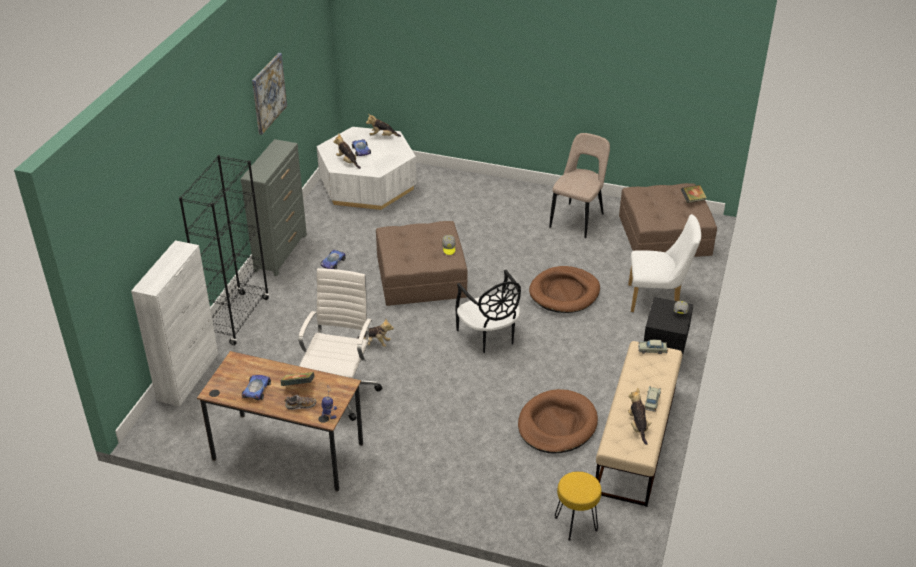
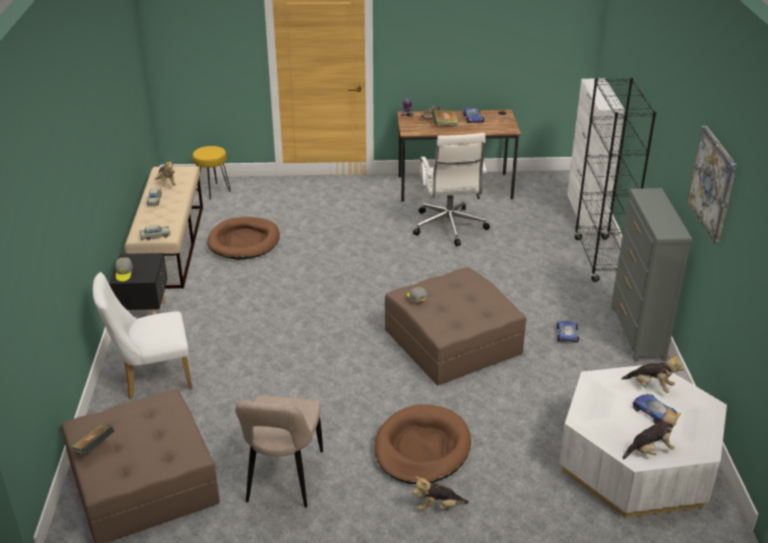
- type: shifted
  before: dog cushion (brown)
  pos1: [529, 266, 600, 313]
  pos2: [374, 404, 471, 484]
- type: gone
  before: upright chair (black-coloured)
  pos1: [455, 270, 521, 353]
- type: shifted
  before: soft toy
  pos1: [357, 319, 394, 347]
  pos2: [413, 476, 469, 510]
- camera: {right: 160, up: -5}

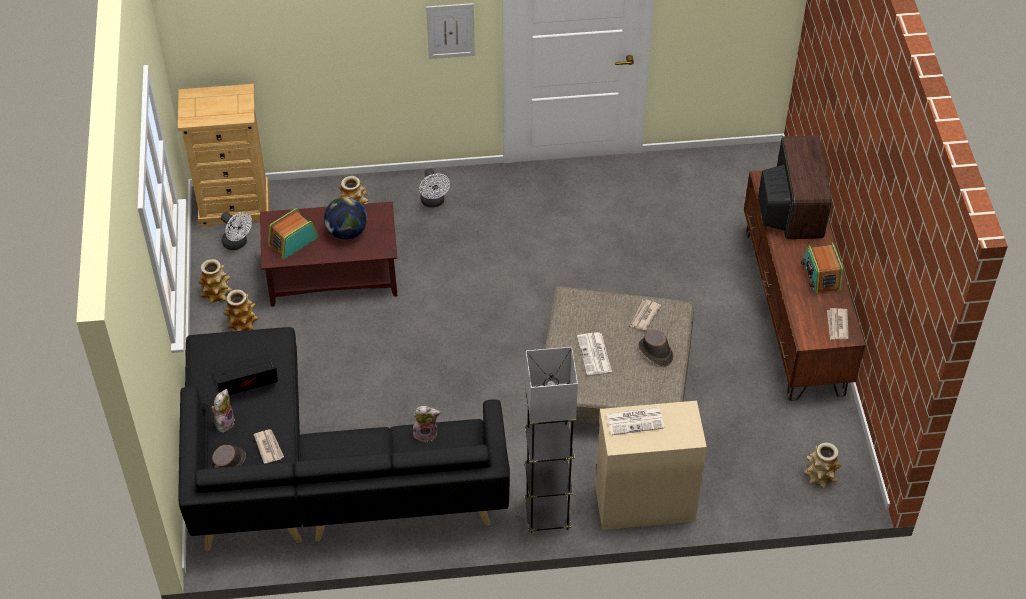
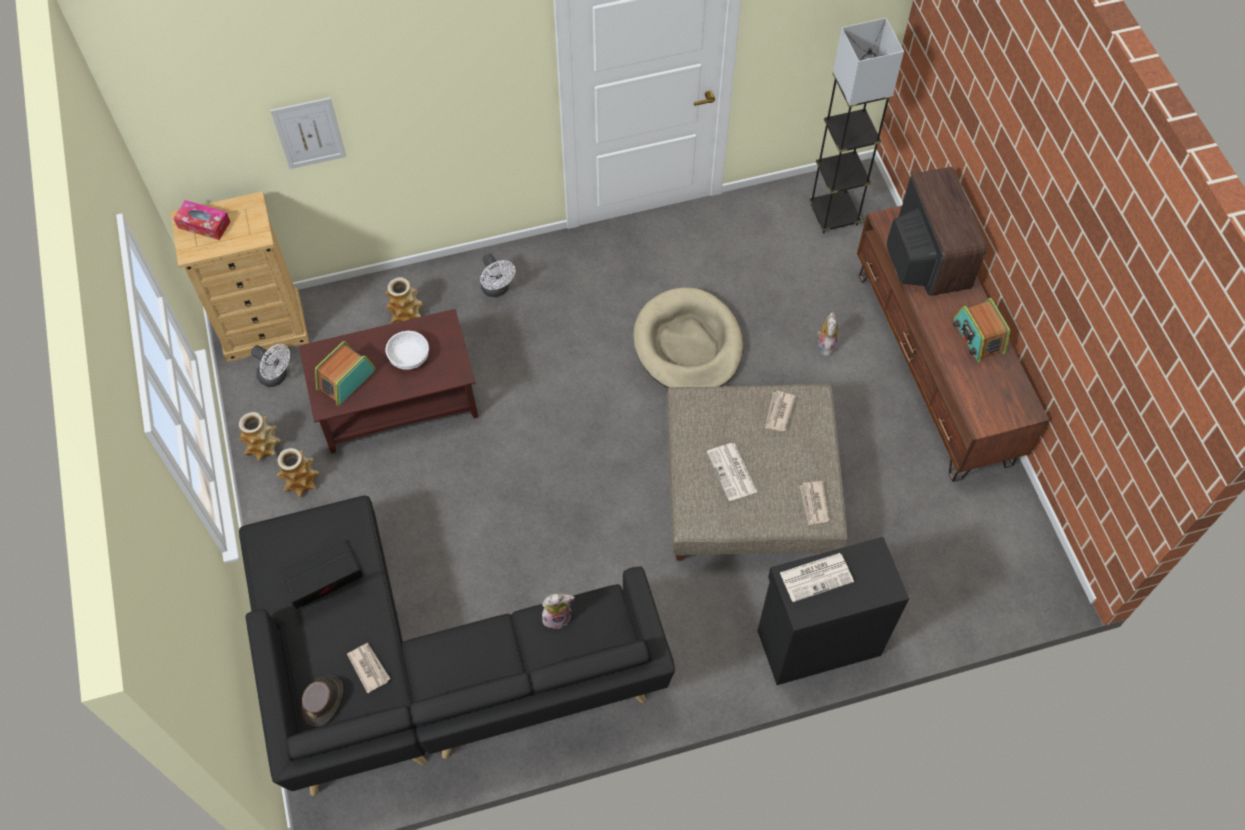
- type: shifted
  before: wall art
  pos1: [426, 3, 475, 59]
  pos2: [270, 97, 347, 169]
- type: swapped
  before: globe
  after: bowl (white-coloured)
  pos1: [324, 196, 367, 240]
  pos2: [385, 331, 429, 369]
- type: shifted
  before: newspaper
  pos1: [827, 308, 849, 340]
  pos2: [800, 481, 830, 525]
- type: gone
  before: hat (brown)
  pos1: [638, 330, 673, 366]
- type: shifted
  before: floor lamp (grey)
  pos1: [524, 347, 578, 533]
  pos2: [809, 18, 904, 233]
- type: shifted
  before: soft toy
  pos1: [211, 389, 235, 433]
  pos2: [817, 312, 838, 357]
- type: repainted
  before: cabinet (sand-coloured)
  after: cabinet (black-coloured)
  pos1: [595, 401, 707, 530]
  pos2: [758, 537, 909, 685]
- type: gone
  before: flower vase
  pos1: [804, 443, 841, 488]
- type: new
  after: box of tissues
  pos2: [173, 200, 230, 240]
- type: new
  after: dog cushion (sand-coloured)
  pos2: [633, 287, 743, 388]
- camera: {right: -10, up: 10}

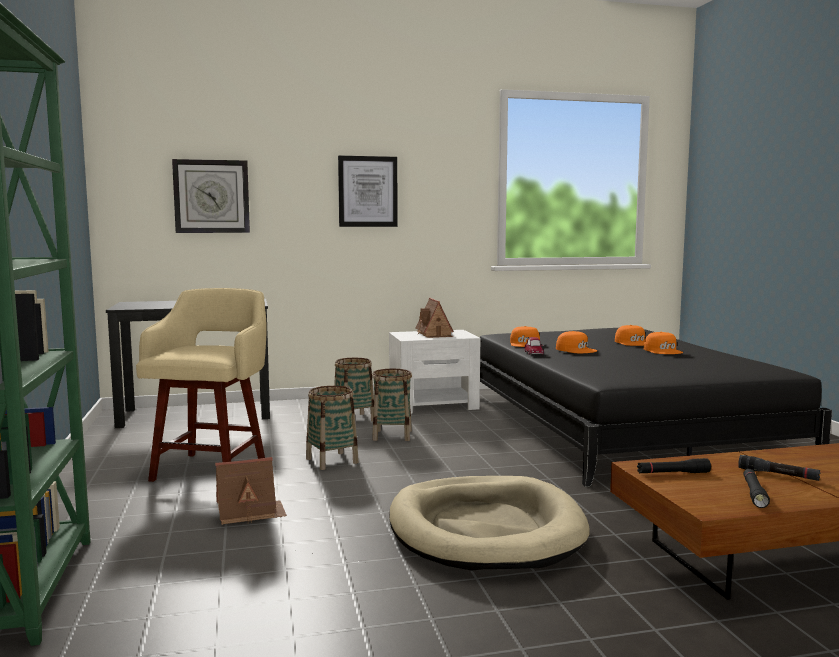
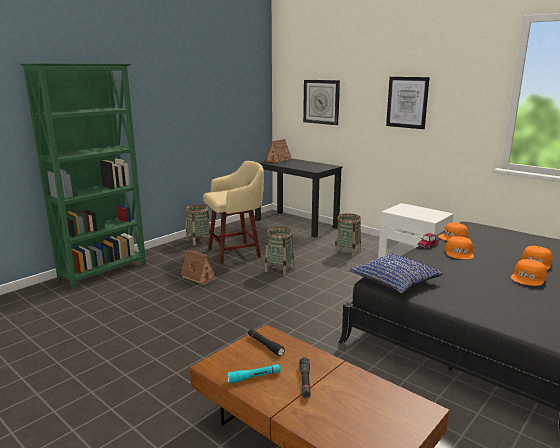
- type: shifted
  before: toy house
  pos1: [415, 298, 454, 338]
  pos2: [265, 139, 291, 163]
- type: shifted
  before: storage basket
  pos1: [372, 369, 412, 441]
  pos2: [186, 204, 210, 246]
- type: repainted
  before: flashlight (black-coloured)
  after: flashlight (turquoise-coloured)
  pos1: [743, 469, 770, 508]
  pos2: [227, 364, 281, 383]
- type: gone
  before: dog cushion (sand-coloured)
  pos1: [389, 476, 590, 571]
- type: new
  after: throw pillow (blue-coloured)
  pos2: [349, 254, 443, 294]
- camera: {right: 55, up: 10}

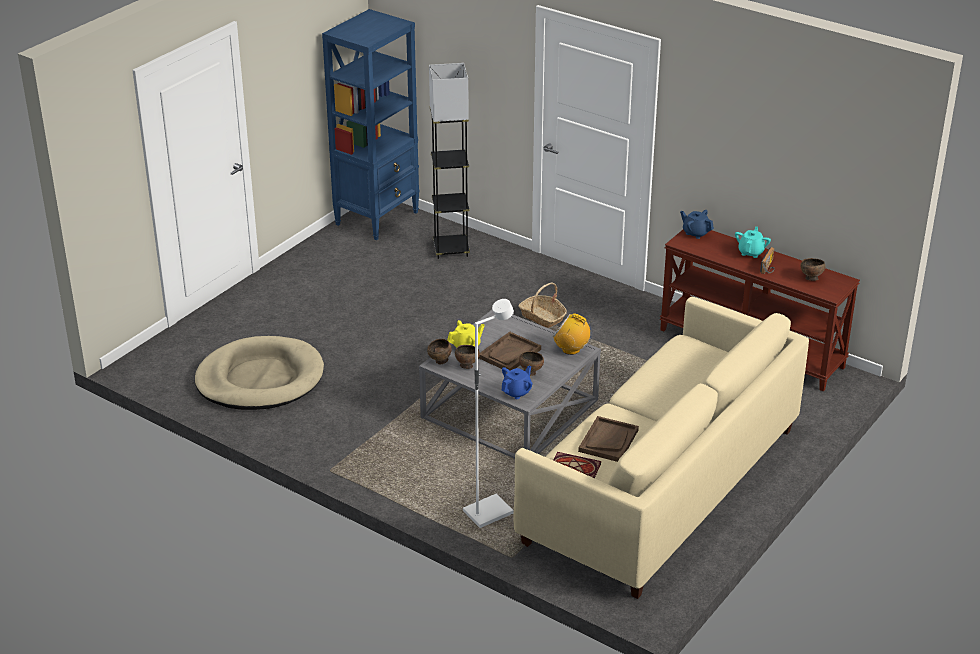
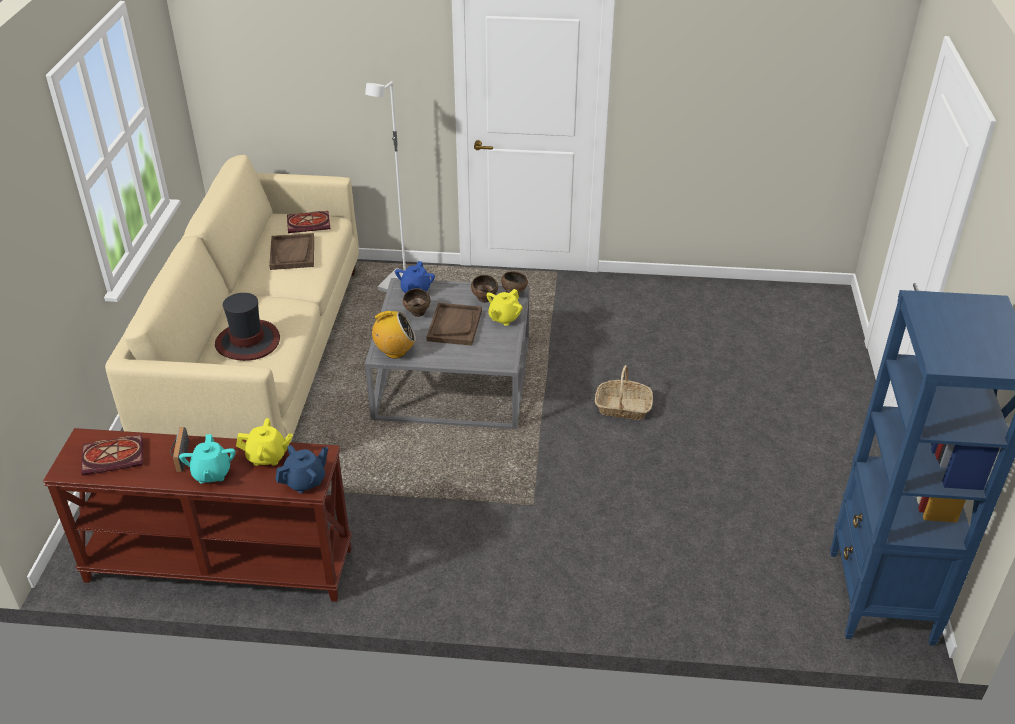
- type: gone
  before: floor lamp (grey)
  pos1: [429, 63, 470, 259]
- type: rotated
  before: pot for tea (blue-coloured)
  pos1: [680, 210, 714, 239]
  pos2: [275, 445, 328, 493]
  turn: -45
- type: swapped
  before: bowl (brown)
  after: volume
  pos1: [801, 258, 825, 281]
  pos2: [81, 434, 143, 476]
- type: shifted
  before: storage basket
  pos1: [518, 282, 567, 328]
  pos2: [595, 365, 653, 420]
- type: gone
  before: dog cushion (sand-coloured)
  pos1: [195, 336, 324, 410]
- type: new
  after: hat
  pos2: [215, 293, 280, 361]
- type: new
  after: pot for tea (yellow)
  pos2: [236, 418, 293, 466]
- camera: {right: 150, up: 5}

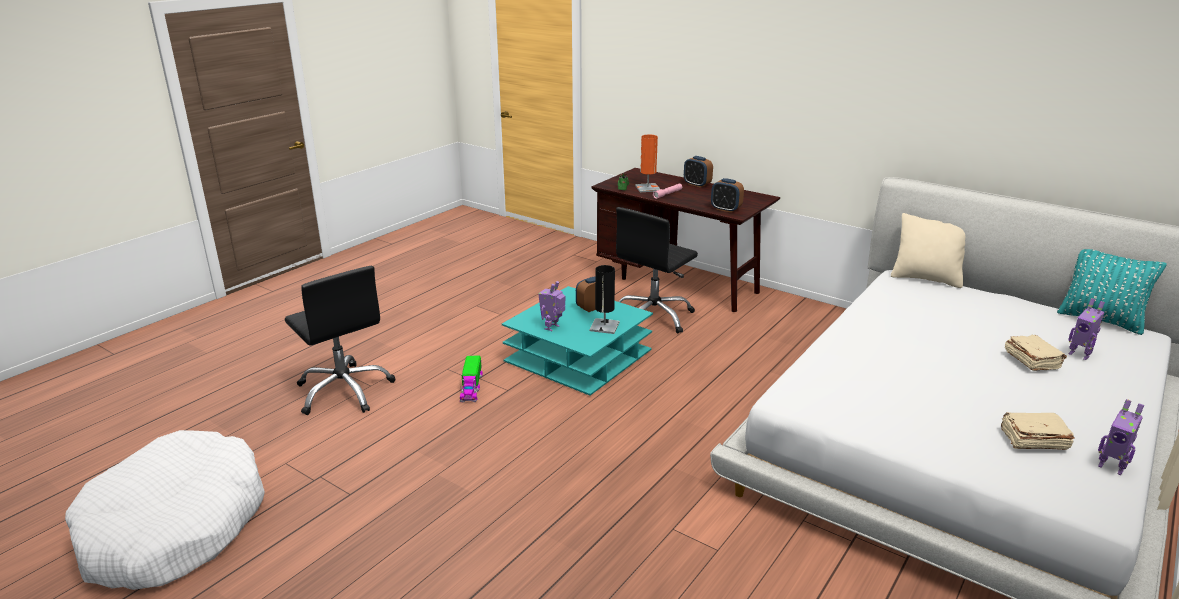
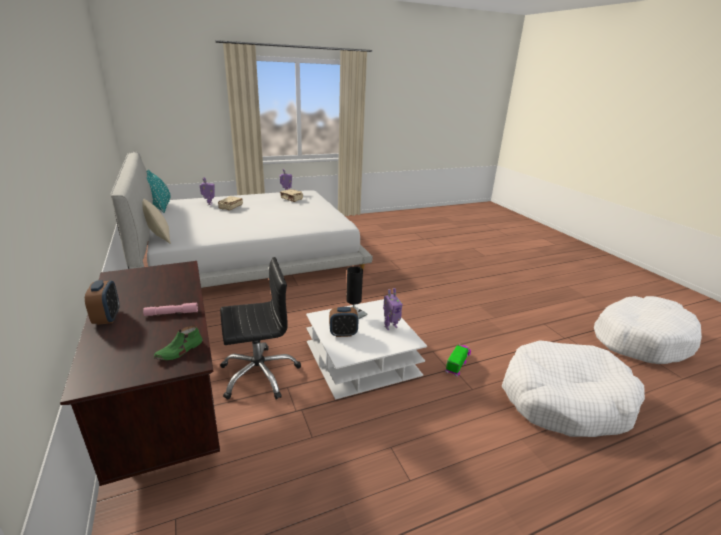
- type: gone
  before: tabletop lamp (orange)
  pos1: [635, 135, 660, 192]
- type: gone
  before: alarm clock
  pos1: [711, 178, 744, 213]
- type: swapped
  before: office chair (black-coloured)
  after: dog cushion (white-coloured)
  pos1: [285, 266, 395, 415]
  pos2: [501, 340, 645, 437]
- type: repainted
  before: coffee table (turquoise-coloured)
  after: coffee table (white-coloured)
  pos1: [502, 286, 653, 396]
  pos2: [306, 299, 427, 400]
- camera: {right: -150, up: 0}

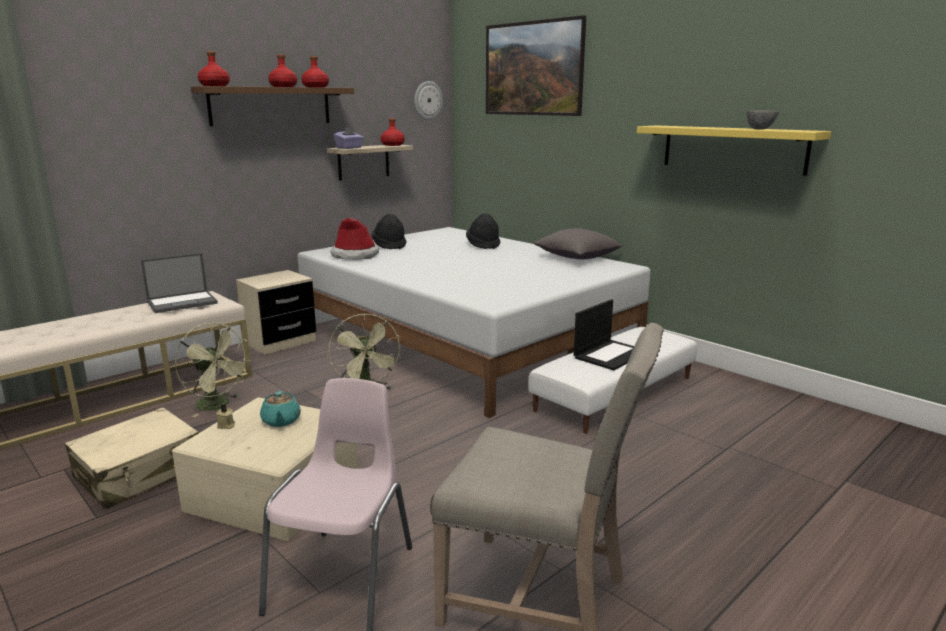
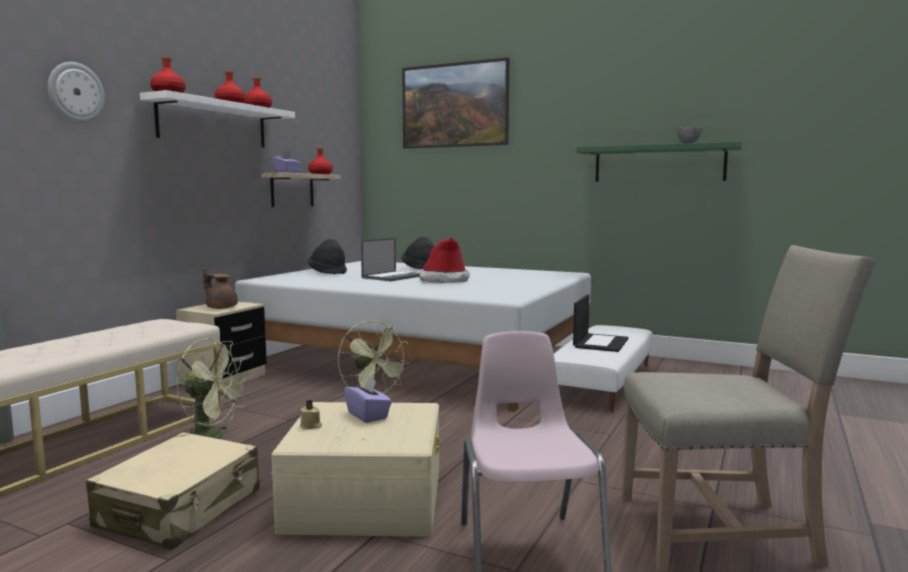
- type: shifted
  before: hanging clock
  pos1: [414, 81, 443, 120]
  pos2: [48, 62, 105, 123]
- type: repainted
  before: shelf (brown)
  after: shelf (white-coloured)
  pos1: [191, 86, 354, 126]
  pos2: [140, 90, 295, 147]
- type: repainted
  before: shelf (yellow)
  after: shelf (greenish)
  pos1: [637, 125, 831, 176]
  pos2: [577, 141, 743, 182]
- type: shifted
  before: hat
  pos1: [330, 218, 379, 260]
  pos2: [419, 237, 470, 283]
- type: gone
  before: throw pillow (grey)
  pos1: [534, 228, 623, 259]
- type: shifted
  before: laptop
  pos1: [141, 253, 218, 313]
  pos2: [361, 238, 419, 281]
- type: swapped
  before: pot for tea (turquoise-coloured)
  after: box of tissues (purple)
  pos1: [260, 391, 301, 427]
  pos2: [344, 376, 392, 423]
- type: new
  after: pot for tea (brown)
  pos2: [203, 267, 238, 309]
- camera: {right: -20, up: -10}

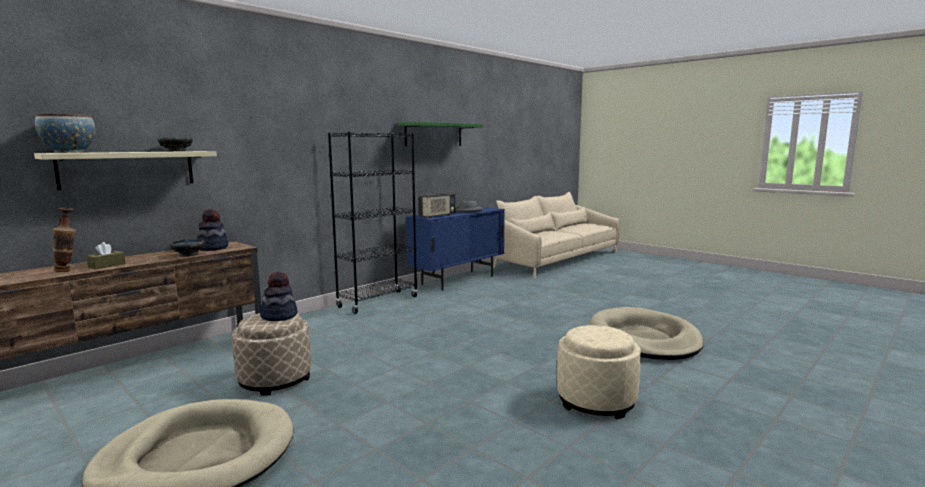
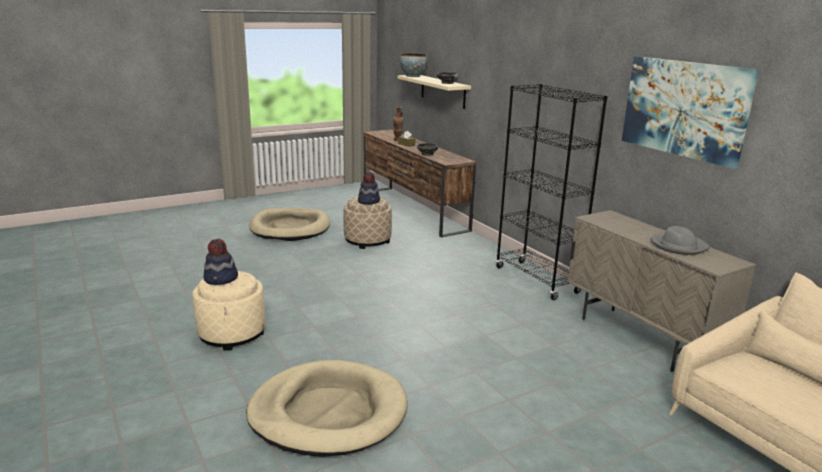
- type: swapped
  before: shelf (greenish)
  after: wall art
  pos1: [398, 122, 483, 146]
  pos2: [622, 56, 759, 169]
- type: gone
  before: radio receiver
  pos1: [419, 193, 455, 218]
- type: repainted
  before: cabinet (blue-coloured)
  after: cabinet (sand-coloured)
  pos1: [406, 207, 505, 291]
  pos2: [567, 210, 756, 372]
- type: shifted
  before: hat
  pos1: [197, 209, 228, 251]
  pos2: [204, 238, 238, 285]
- camera: {right: 105, up: 10}

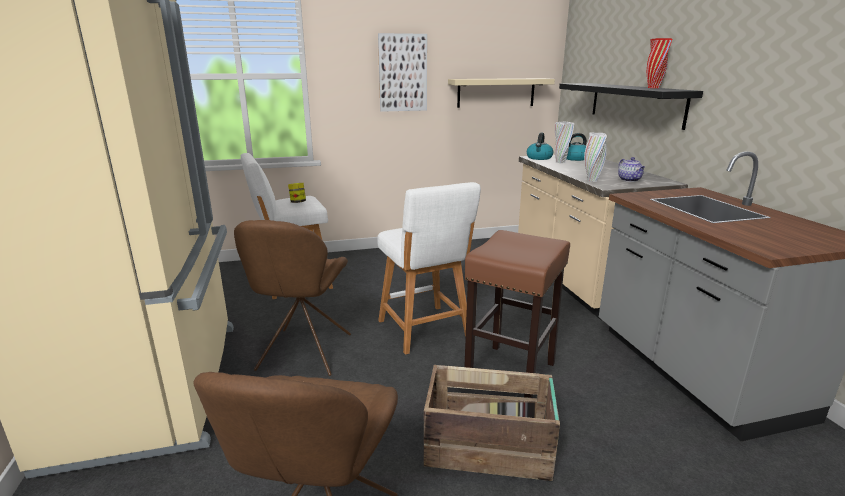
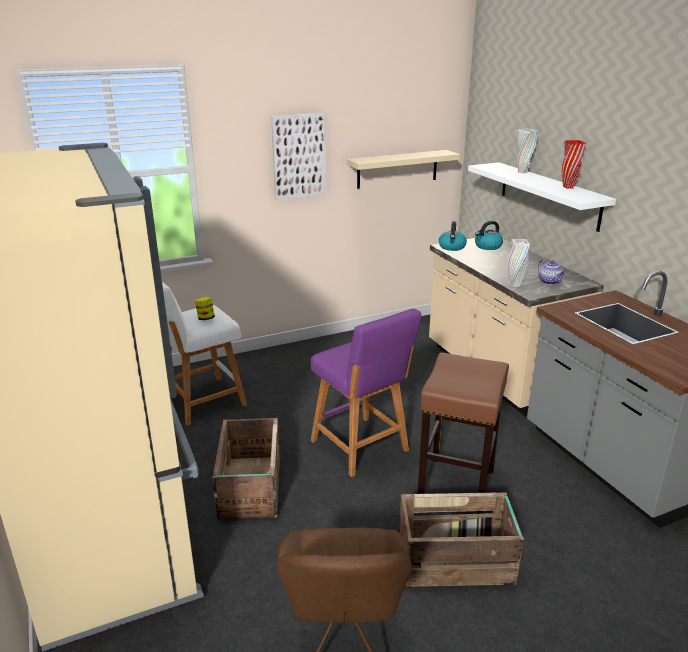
- type: repainted
  before: shelf (black-coloured)
  after: shelf (white-coloured)
  pos1: [559, 83, 703, 130]
  pos2: [468, 162, 616, 232]
- type: shifted
  before: flower vase (white-coloured)
  pos1: [555, 121, 574, 163]
  pos2: [517, 129, 538, 174]
- type: repainted
  before: sitting stool (white-coloured)
  after: sitting stool (purple)
  pos1: [378, 182, 481, 355]
  pos2: [311, 309, 421, 477]
- type: swapped
  before: upright chair (brown)
  after: packing crate
  pos1: [234, 220, 351, 376]
  pos2: [213, 418, 280, 520]
- camera: {right: -10, up: 5}

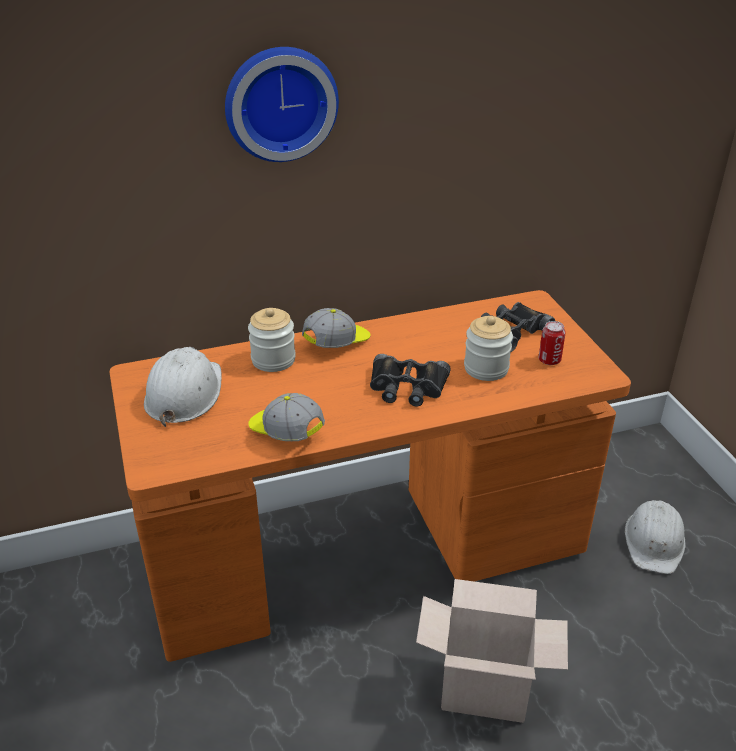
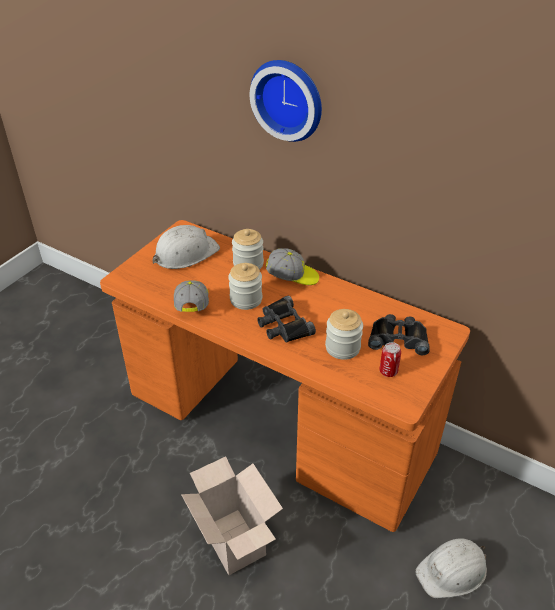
- type: new
  after: storage jar
  pos2: [228, 263, 262, 310]
- camera: {right: 50, up: 5}

